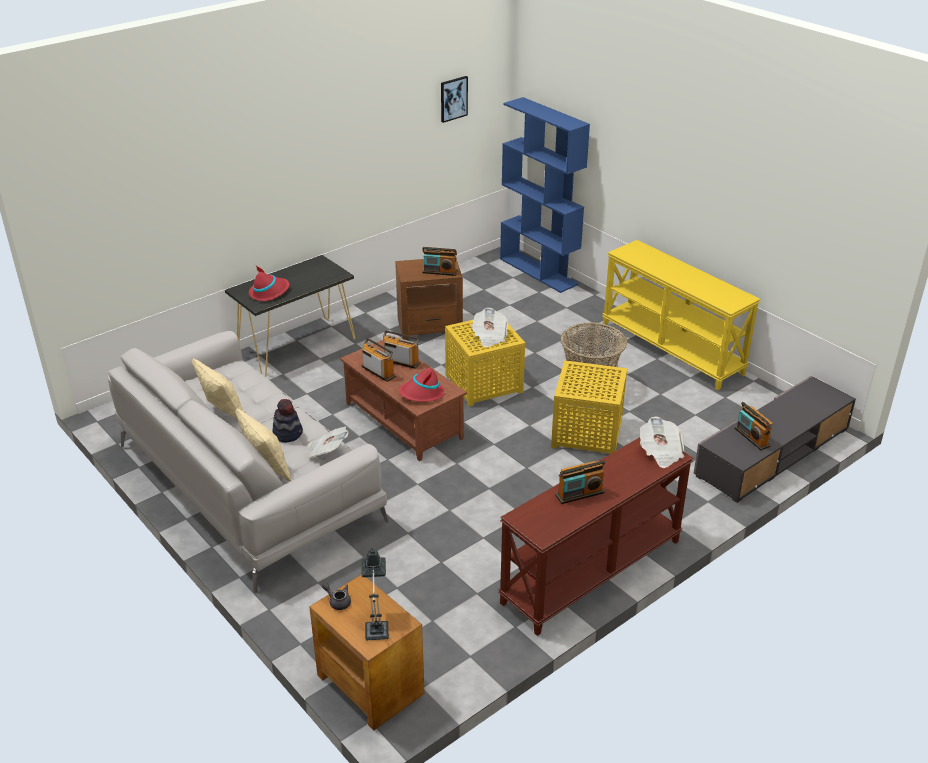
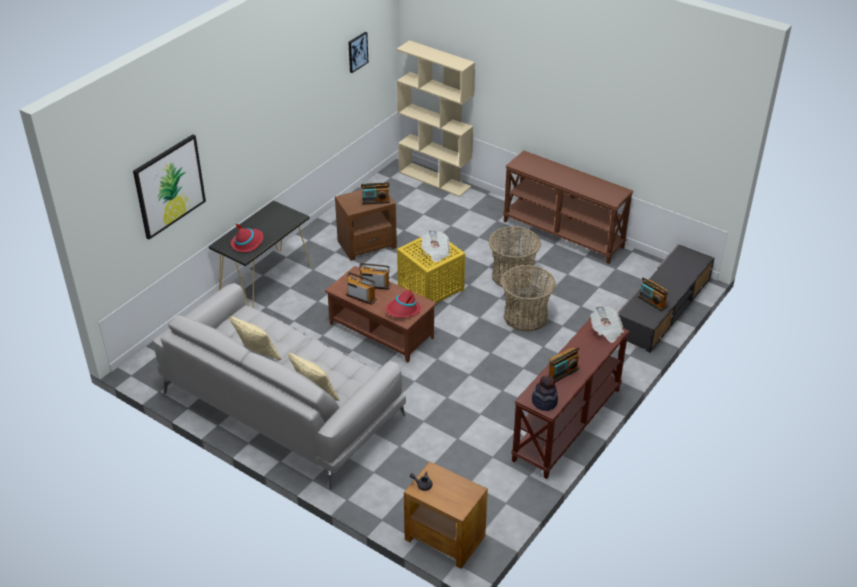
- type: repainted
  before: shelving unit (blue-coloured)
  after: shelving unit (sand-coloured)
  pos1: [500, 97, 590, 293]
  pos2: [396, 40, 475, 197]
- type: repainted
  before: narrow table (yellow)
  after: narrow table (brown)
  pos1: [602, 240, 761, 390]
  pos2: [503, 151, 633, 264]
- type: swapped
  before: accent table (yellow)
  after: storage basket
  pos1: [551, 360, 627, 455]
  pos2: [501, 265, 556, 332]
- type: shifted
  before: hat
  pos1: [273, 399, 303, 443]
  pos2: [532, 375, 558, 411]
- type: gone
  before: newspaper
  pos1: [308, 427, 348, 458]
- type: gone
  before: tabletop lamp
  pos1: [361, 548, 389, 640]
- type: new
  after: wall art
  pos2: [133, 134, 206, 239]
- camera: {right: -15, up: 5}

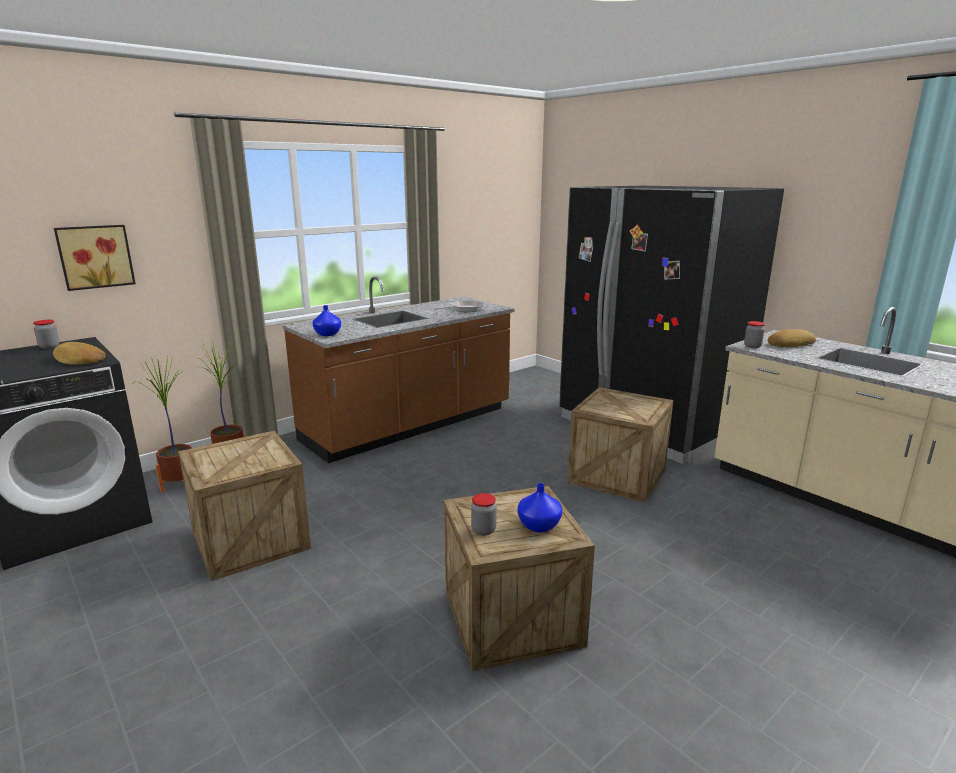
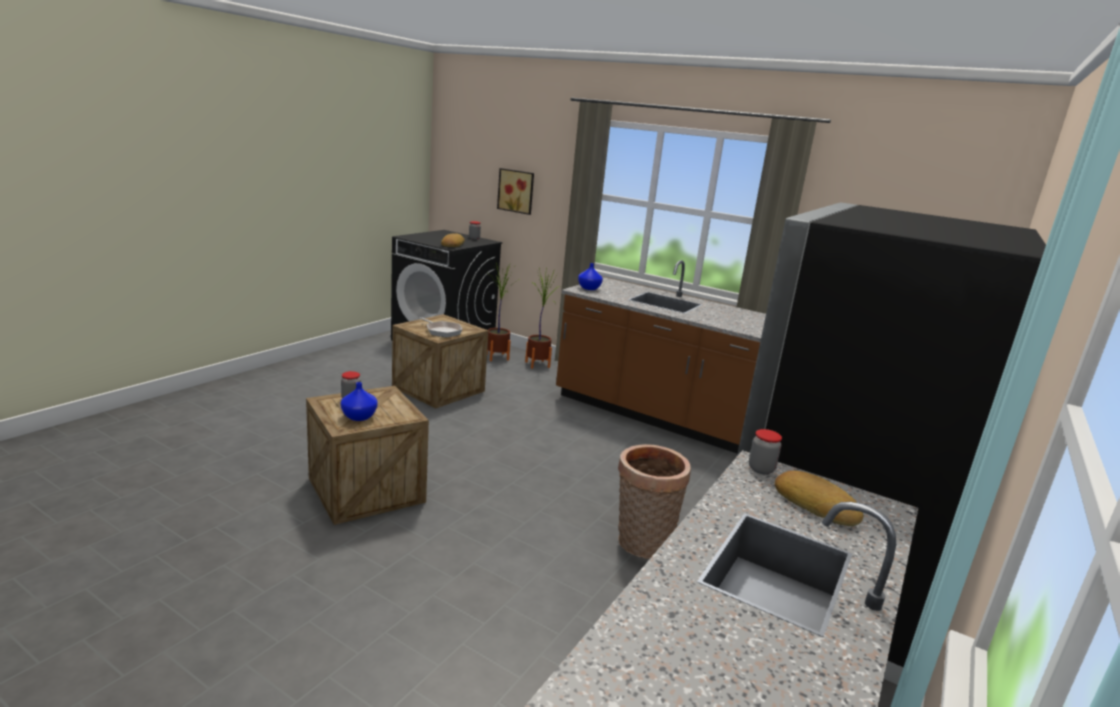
- type: shifted
  before: frying pan
  pos1: [434, 300, 485, 312]
  pos2: [420, 317, 462, 337]
- type: swapped
  before: packing crate
  after: storage basket
  pos1: [568, 387, 673, 503]
  pos2: [618, 444, 691, 559]
- camera: {right: 70, up: 0}

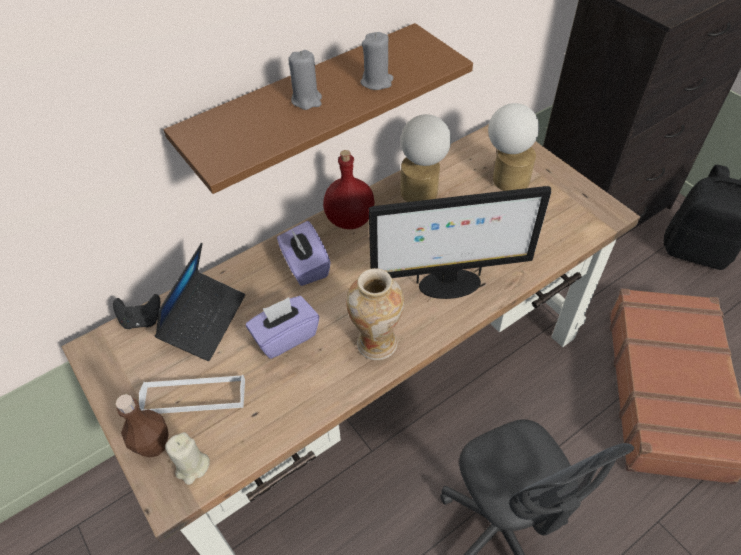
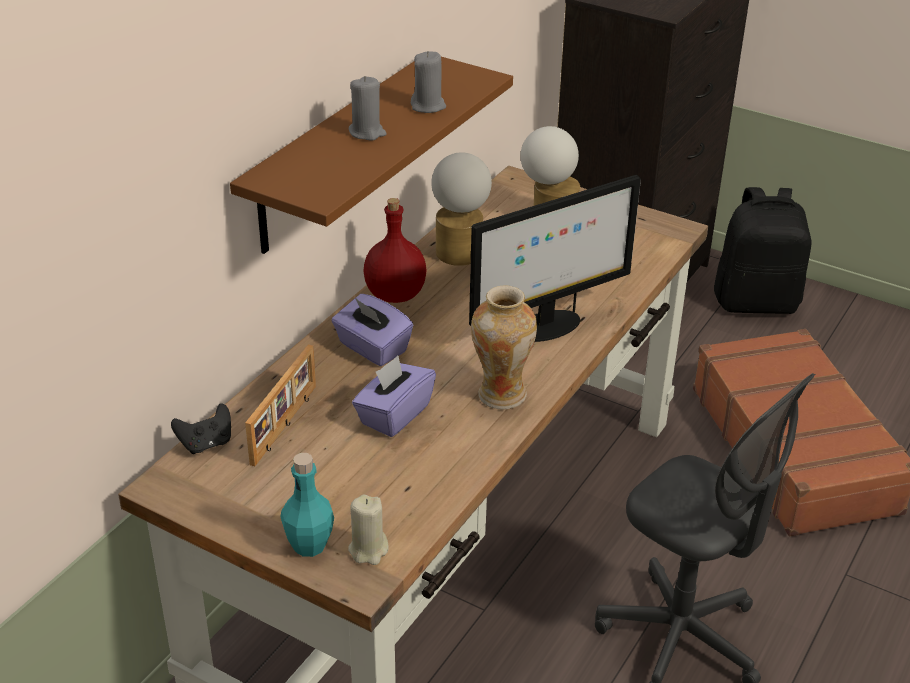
- type: swapped
  before: laptop
  after: picture frame
  pos1: [155, 243, 245, 361]
  pos2: [245, 344, 316, 466]
- type: gone
  before: tray (white-coloured)
  pos1: [139, 375, 245, 414]
- type: repainted
  before: drink bottle (brown)
  after: drink bottle (turquoise-coloured)
  pos1: [115, 394, 169, 457]
  pos2: [281, 453, 334, 557]
- camera: {right: -25, up: -15}

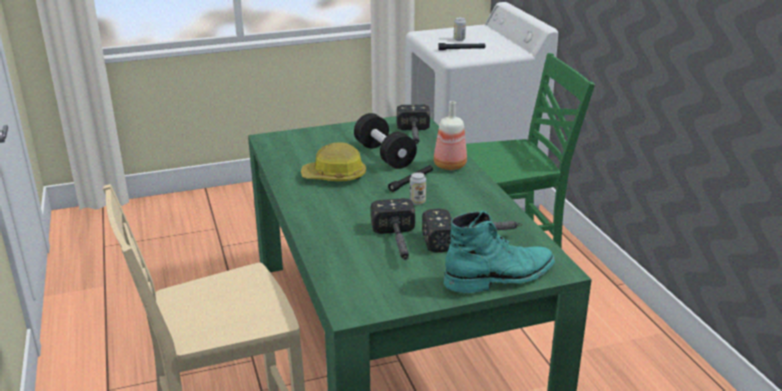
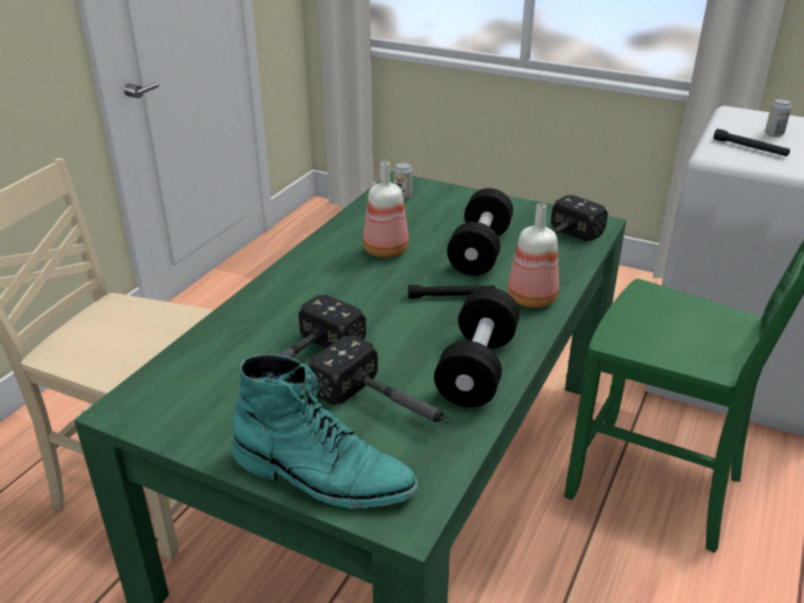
- type: swapped
  before: safety helmet
  after: drink bottle
  pos1: [301, 142, 366, 181]
  pos2: [363, 161, 409, 258]
- type: shifted
  before: metal can
  pos1: [410, 172, 426, 205]
  pos2: [394, 162, 412, 199]
- type: new
  after: free weight (black-coloured)
  pos2: [434, 287, 520, 407]
- camera: {right: 45, up: 5}

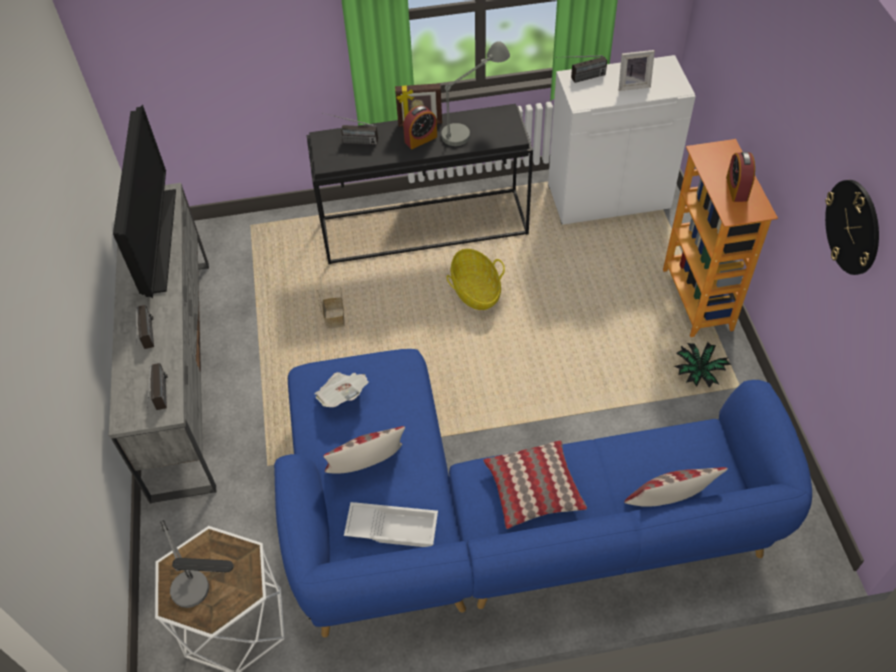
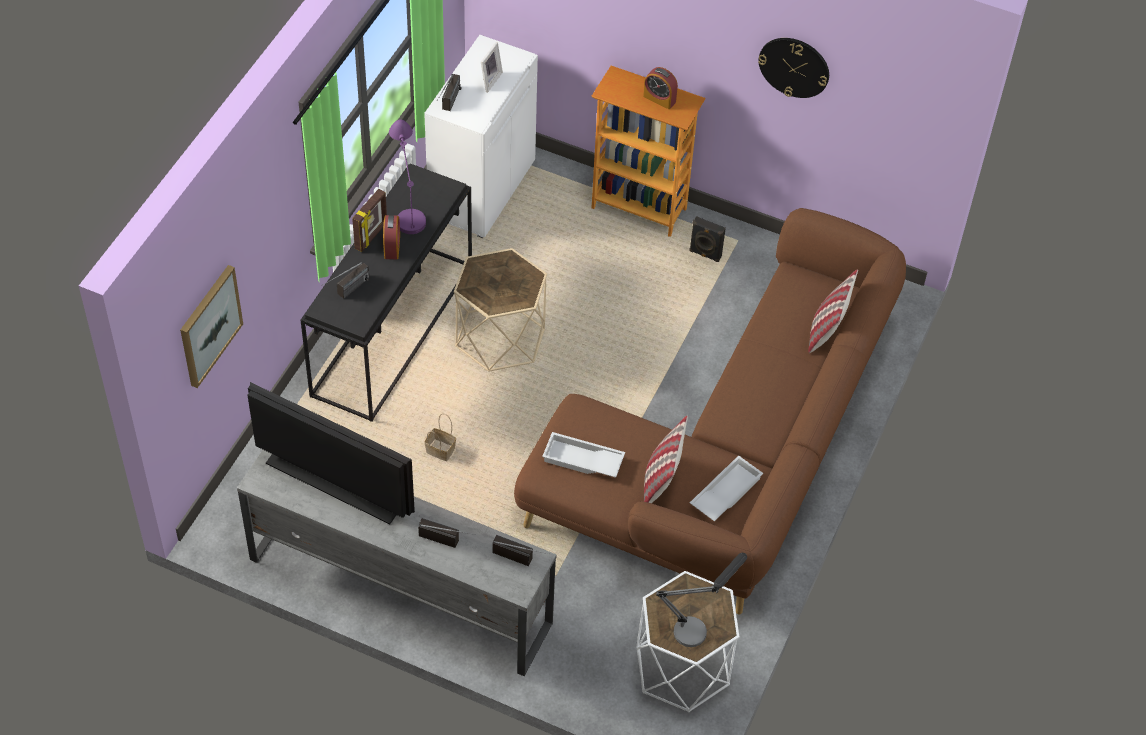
- type: repainted
  before: tabletop lamp (grey)
  after: tabletop lamp (purple)
  pos1: [441, 41, 510, 146]
  pos2: [389, 119, 426, 234]
- type: swapped
  before: storage basket
  after: accent table (sand-coloured)
  pos1: [447, 249, 505, 310]
  pos2: [454, 248, 547, 372]
- type: swapped
  before: houseplant
  after: audio speaker (black-coloured)
  pos1: [674, 342, 731, 388]
  pos2: [689, 216, 726, 262]
- type: repainted
  before: couch (blue-coloured)
  after: couch (brown)
  pos1: [274, 349, 812, 637]
  pos2: [514, 208, 906, 614]
- type: swapped
  before: newspaper
  after: tray (white-coloured)
  pos1: [314, 372, 369, 407]
  pos2: [542, 432, 625, 478]
- type: gone
  before: throw pillow
  pos1: [483, 440, 587, 529]
- type: new
  after: wall art
  pos2: [180, 265, 243, 388]
- camera: {right: -60, up: 0}

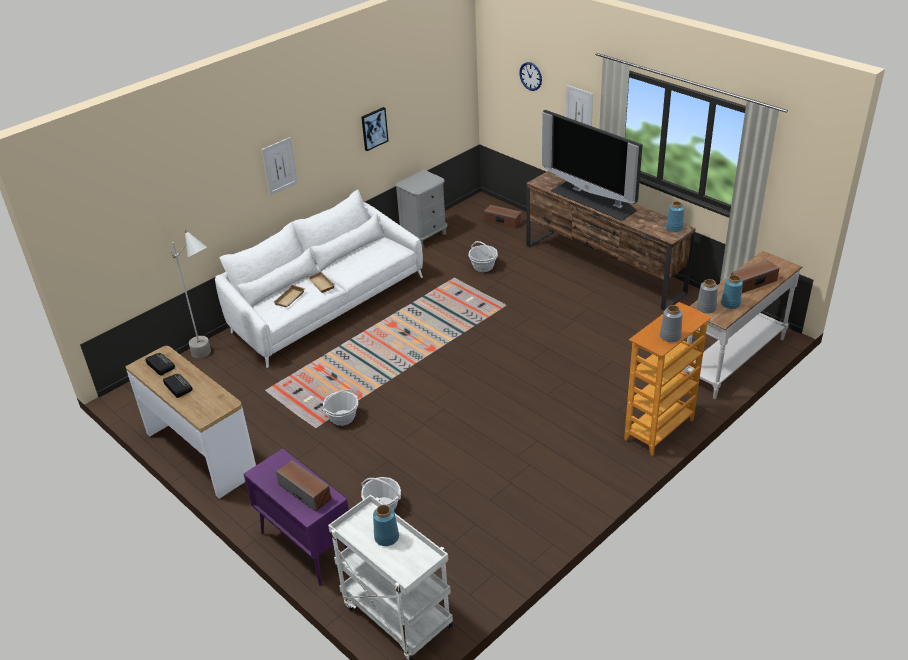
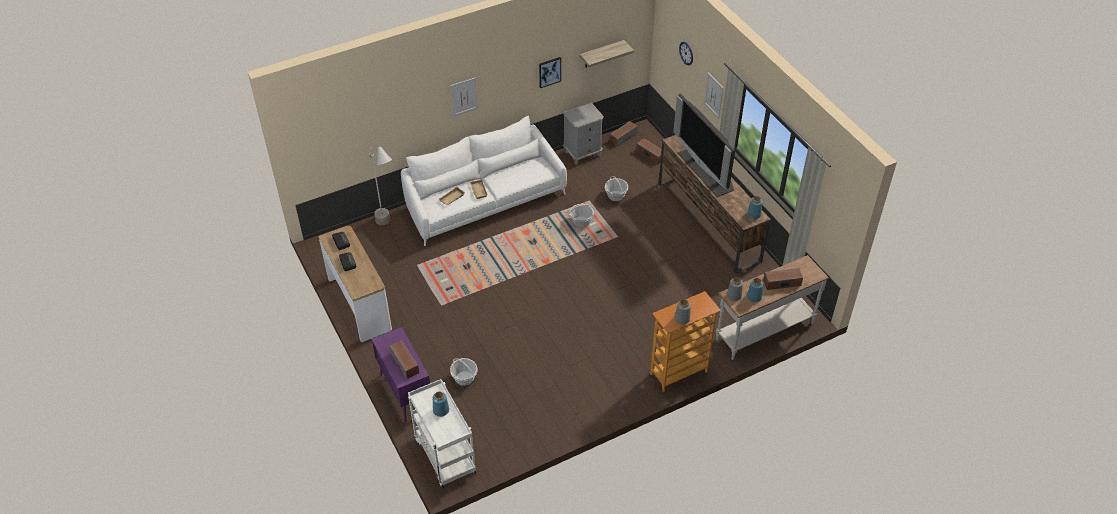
- type: shifted
  before: storage basket
  pos1: [321, 389, 359, 426]
  pos2: [568, 204, 595, 227]
- type: new
  after: shelf
  pos2: [580, 40, 634, 68]
- type: new
  after: audio speaker
  pos2: [610, 121, 638, 147]
- camera: {right: 15, up: 10}

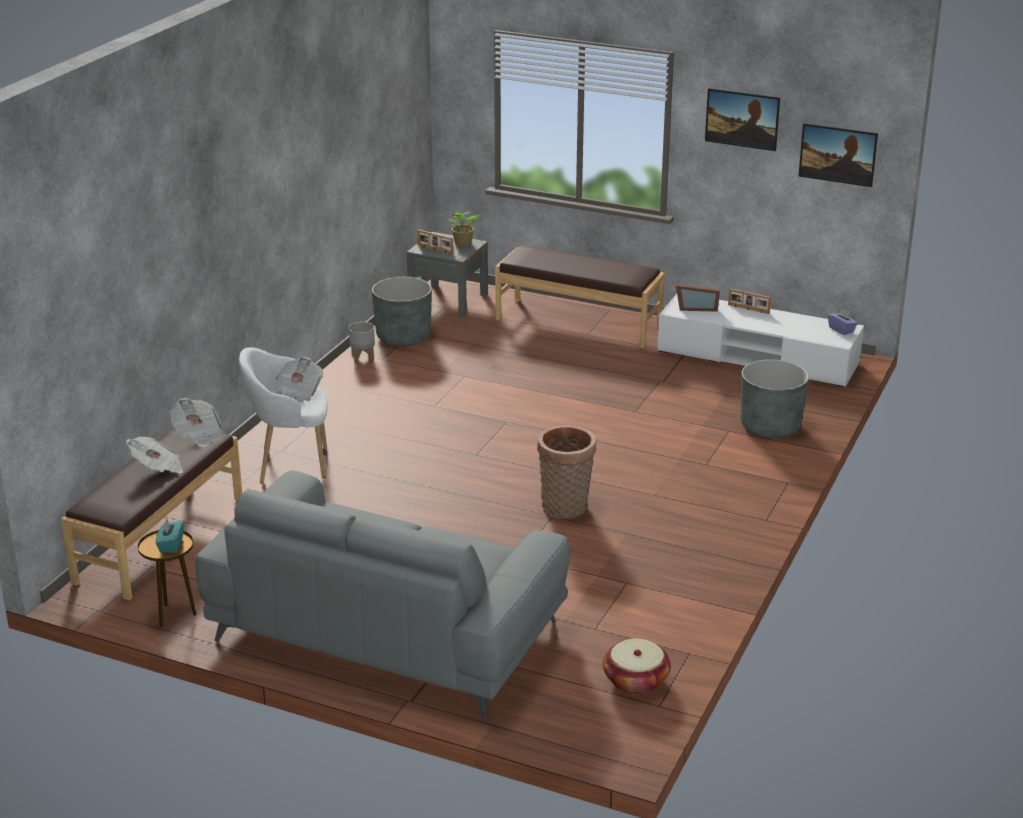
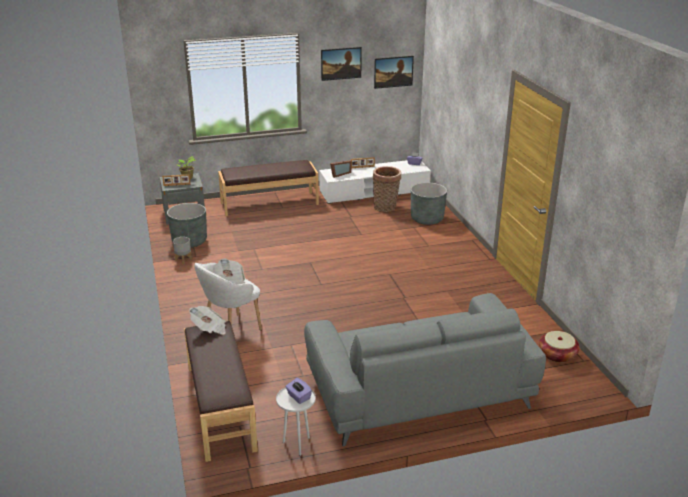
- type: shifted
  before: storage basket
  pos1: [537, 425, 596, 519]
  pos2: [373, 166, 401, 212]
- type: gone
  before: newspaper
  pos1: [126, 437, 183, 473]
- type: repainted
  before: box of tissues (turquoise-coloured)
  after: box of tissues (purple)
  pos1: [155, 519, 184, 553]
  pos2: [285, 378, 312, 404]
- type: repainted
  before: accent table (brown)
  after: accent table (white-coloured)
  pos1: [138, 530, 197, 627]
  pos2: [276, 387, 316, 456]
- camera: {right: -40, up: 0}

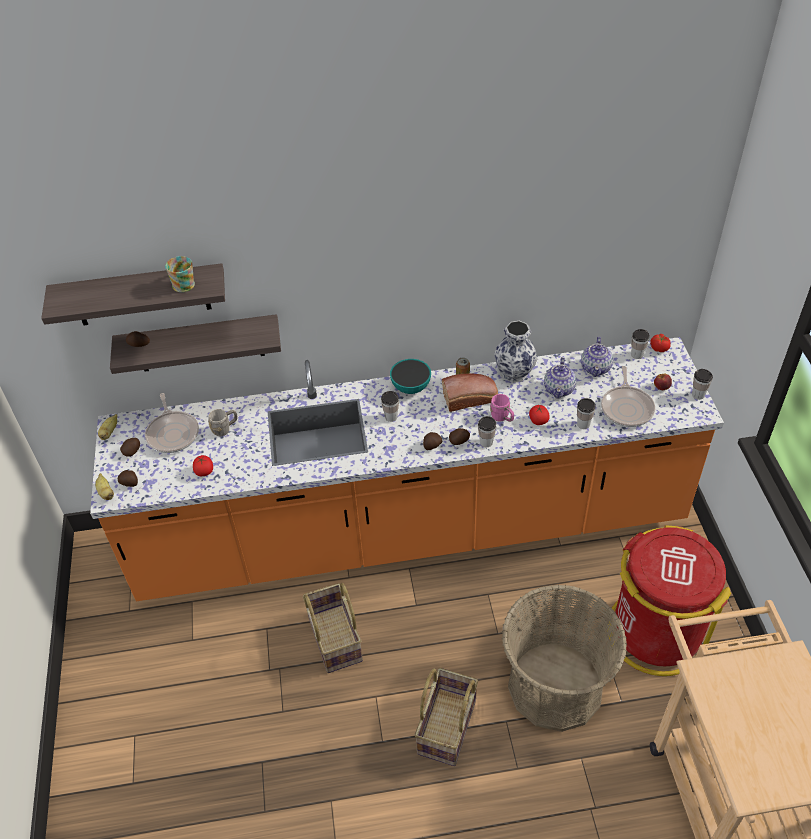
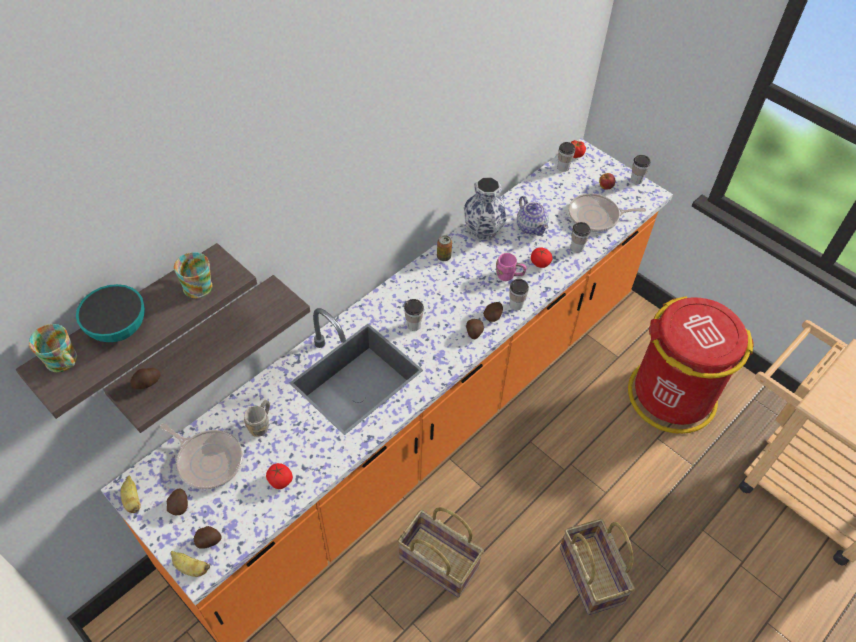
- type: gone
  before: pot for tea
  pos1: [581, 336, 613, 377]
- type: shifted
  before: bowl
  pos1: [390, 359, 431, 394]
  pos2: [76, 284, 145, 342]
- type: rotated
  before: frying pan
  pos1: [601, 366, 655, 427]
  pos2: [568, 193, 646, 232]
  turn: 120
- type: gone
  before: baked bread
  pos1: [442, 373, 498, 412]
- type: gone
  before: storage basket
  pos1: [502, 584, 627, 732]
- type: new
  after: coffee mug
  pos2: [29, 324, 77, 372]
- camera: {right: -40, up: 5}

